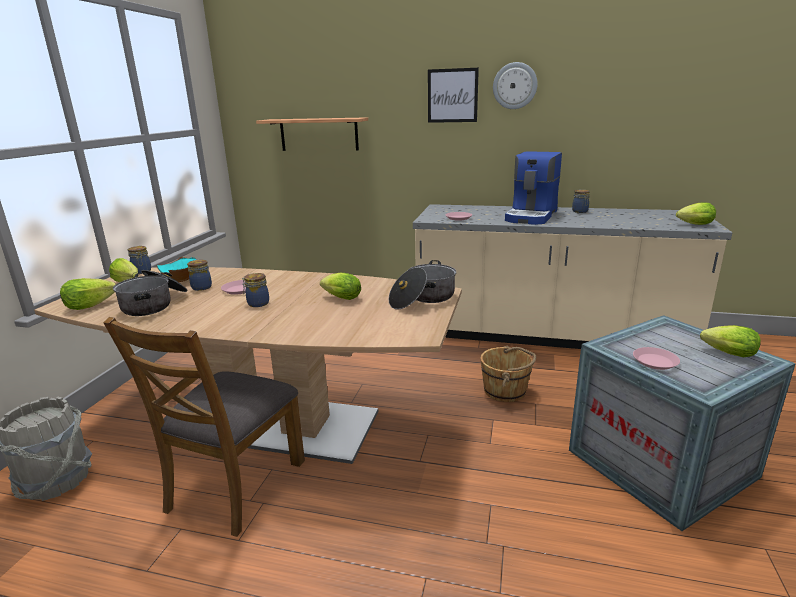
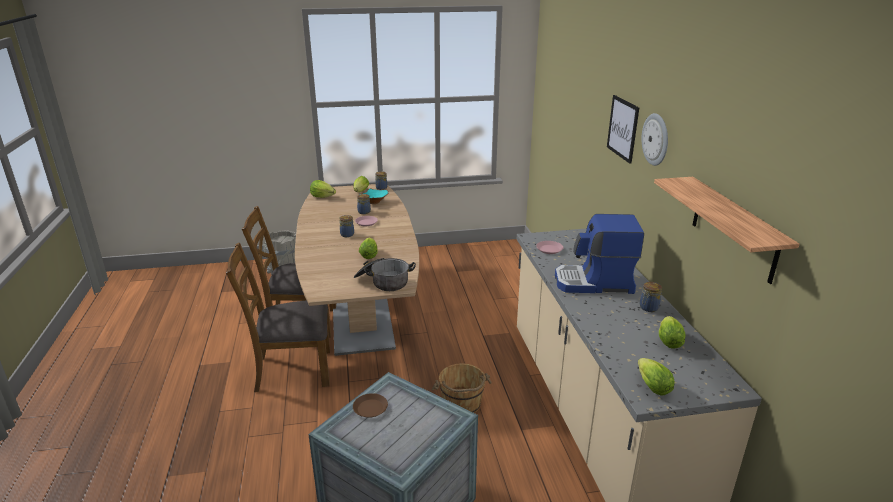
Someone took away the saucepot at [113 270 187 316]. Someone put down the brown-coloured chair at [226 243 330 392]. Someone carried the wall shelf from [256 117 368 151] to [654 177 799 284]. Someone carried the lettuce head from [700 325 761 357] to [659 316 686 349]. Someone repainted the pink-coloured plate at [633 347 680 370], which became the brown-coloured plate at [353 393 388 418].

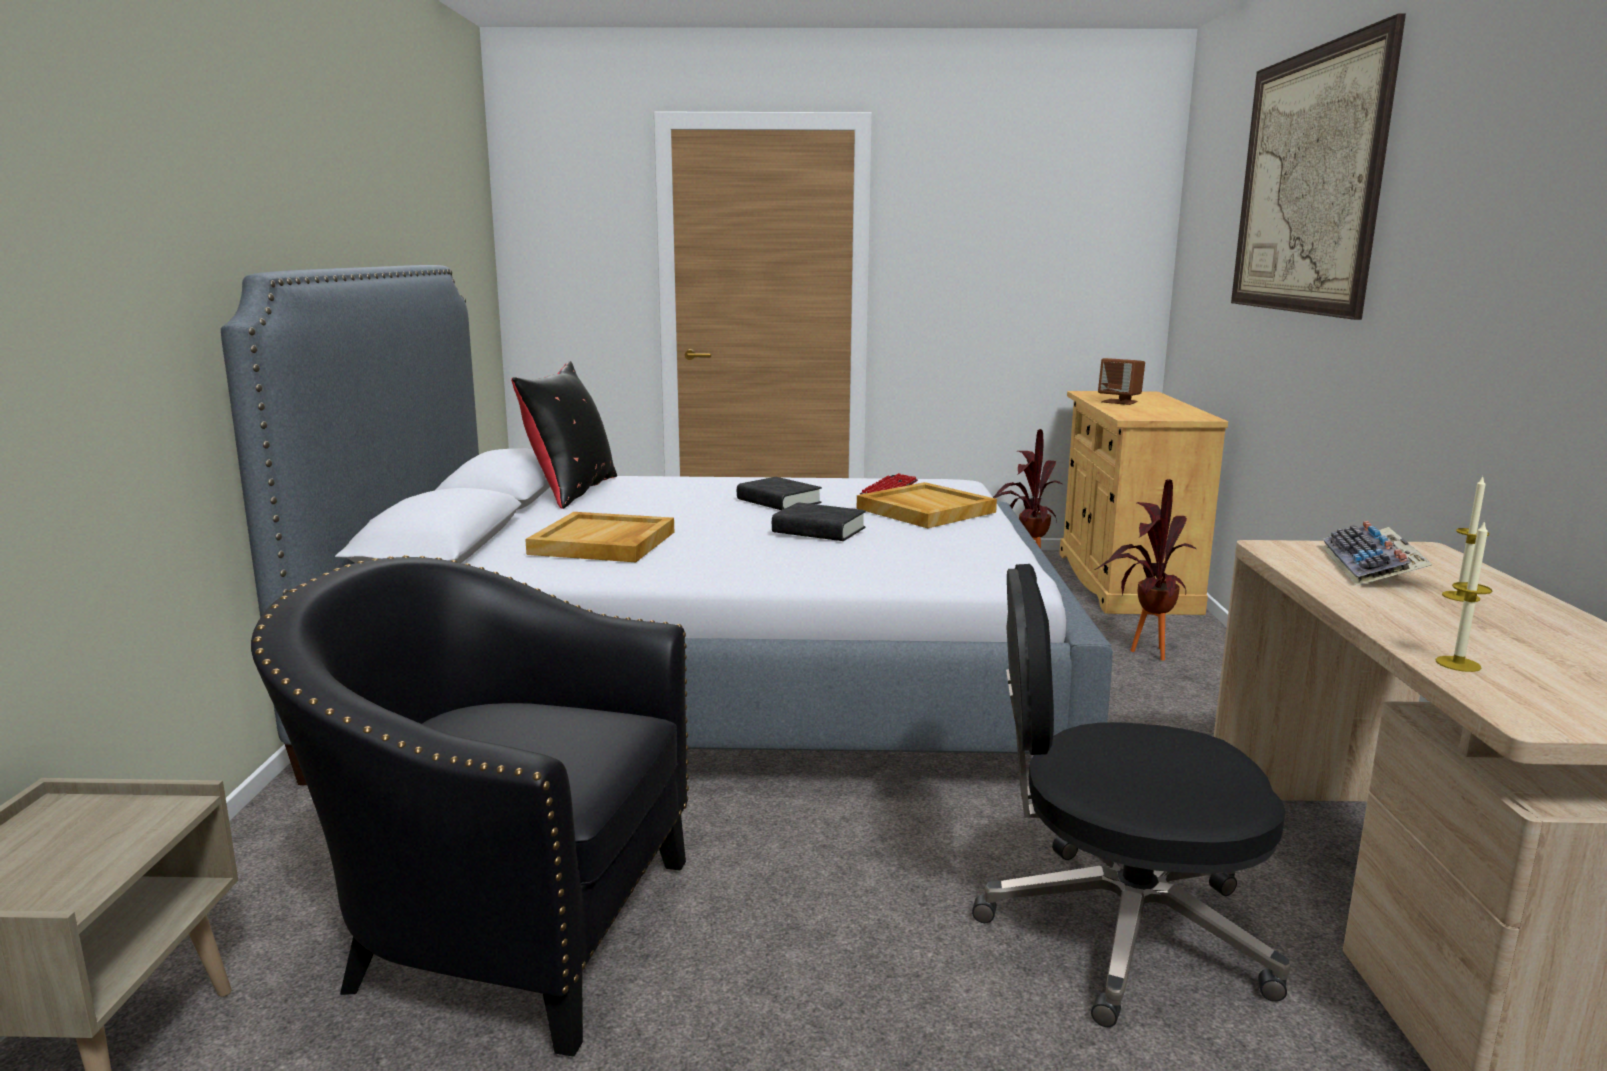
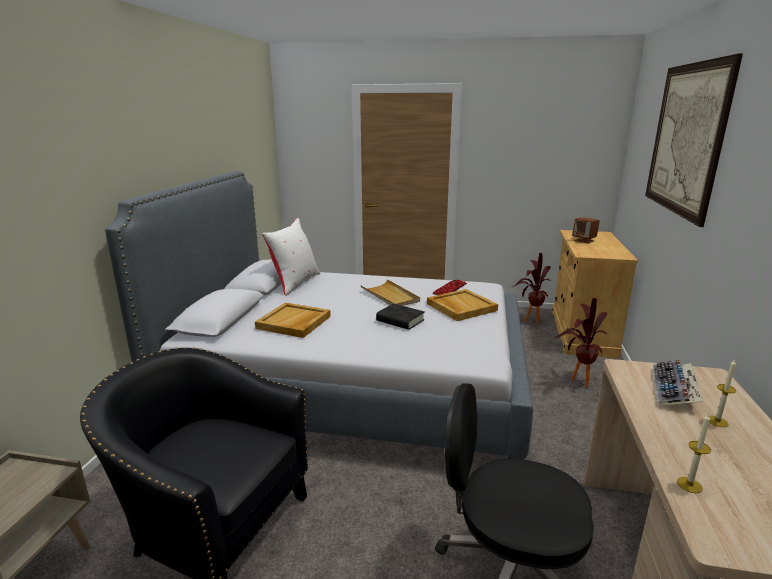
Someone swapped the blackish volume at [737 477 822 510] for the beige carrying tray at [360 279 420 306]. Someone repainted the blackish throw pillow at [511 361 617 509], which became the white-coloured throw pillow at [262 218 320 296].

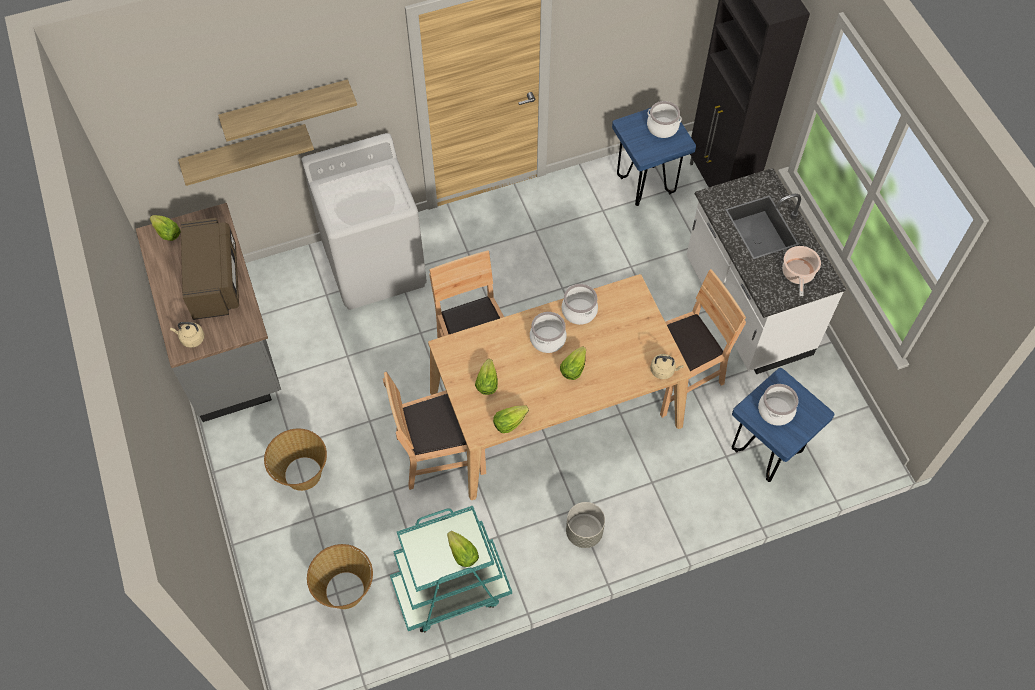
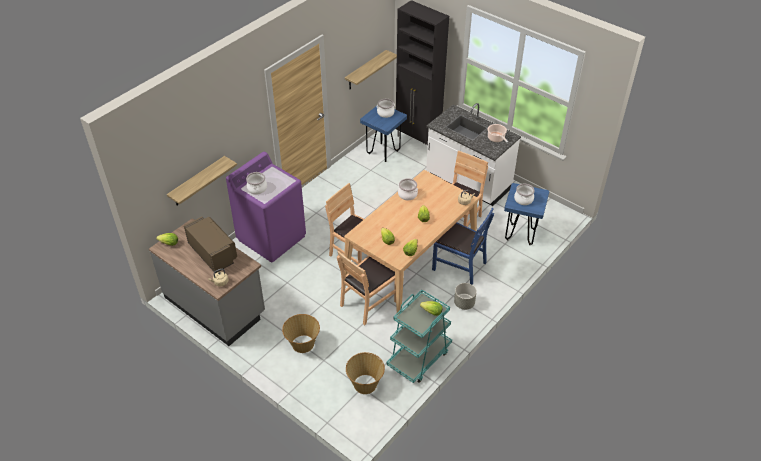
Someone put down the bluish chair at [432 208 494 285]. Someone carried the wall shelf from [218 79 357 142] to [345 50 397 89]. Someone carried the saucepot from [530 312 567 353] to [246 172 267 194]. Someone repainted the white-coloured laundry machine at [301 133 427 310], which became the purple-coloured laundry machine at [226 152 306 262].

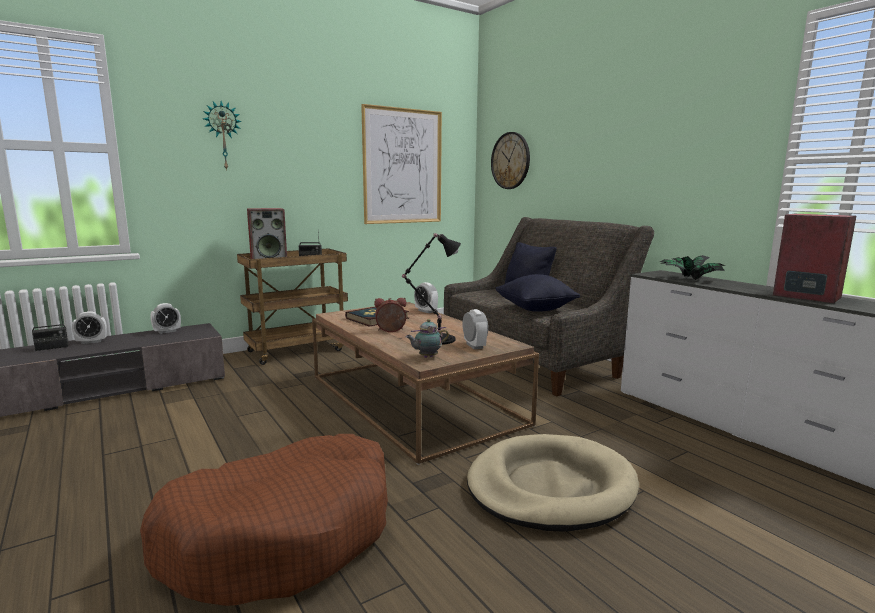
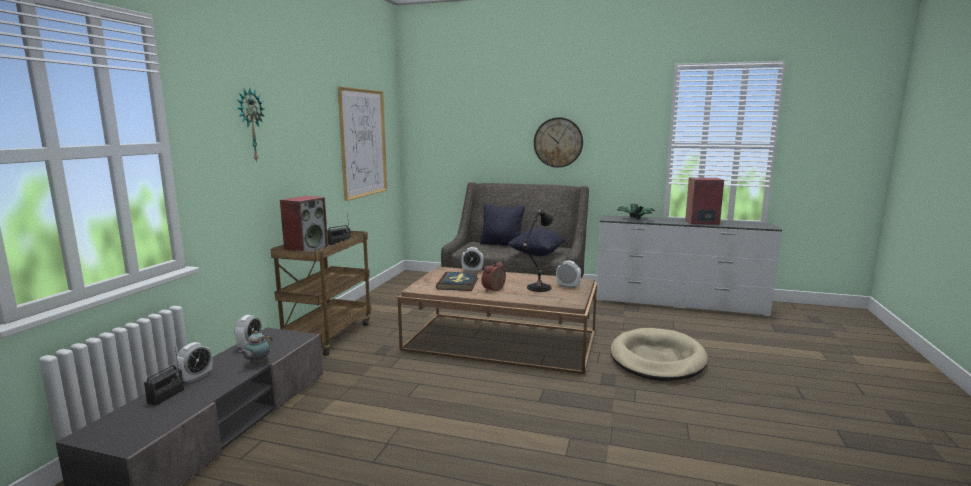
Someone took away the brown-coloured dog cushion at [140 434 388 606]. Someone carried the teapot from [406 319 449 358] to [239 331 273 364]. Someone carried the wall clock from [491 132 530 189] to [534 117 583 168].

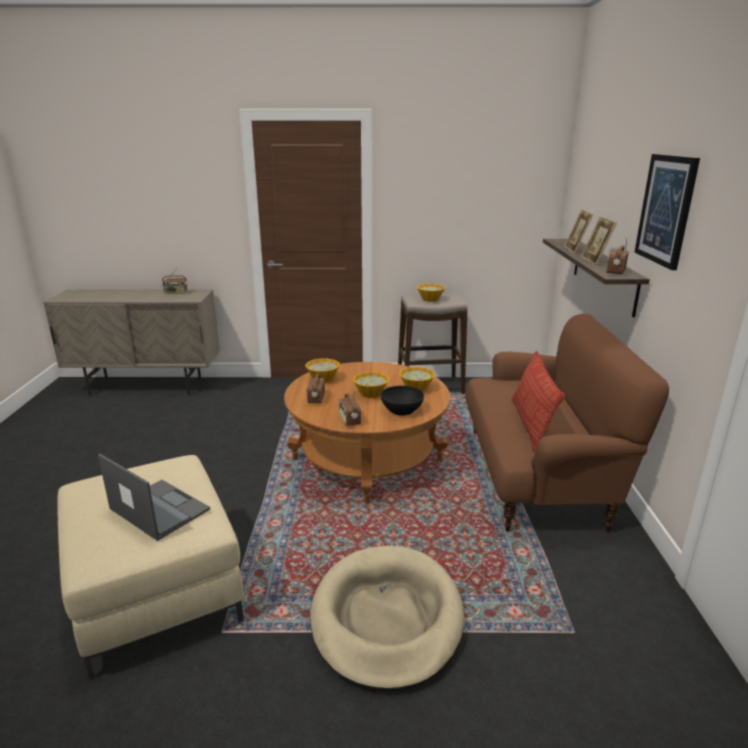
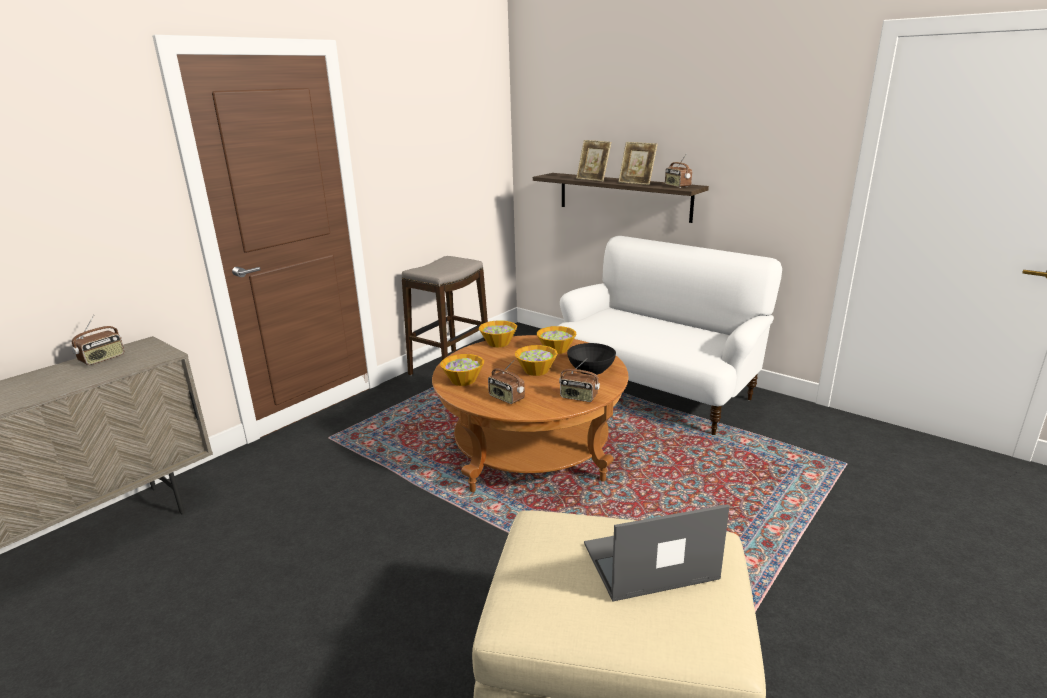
Someone took away the beige dog cushion at [310 546 464 692]. Someone took away the throw pillow at [511 351 565 452]. Someone took away the picture at [634 154 700 270]. Someone carried the serving bowl from [417 284 445 302] to [479 320 517 347]. Someone repainted the brown-coloured couch at [465 314 669 533], which became the white-coloured couch at [558 236 782 435].

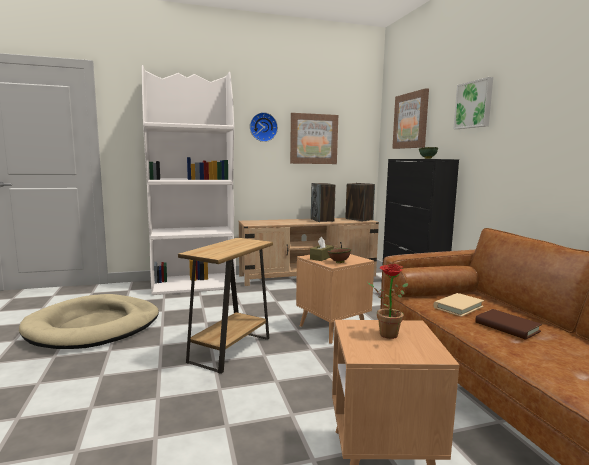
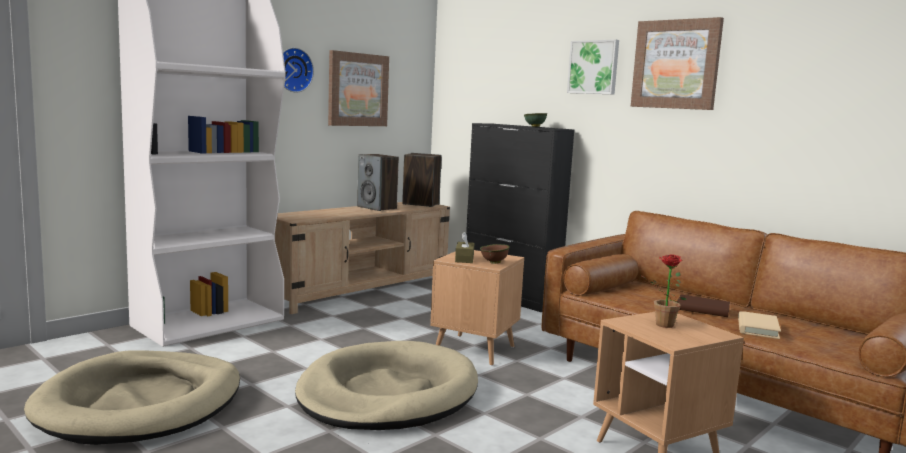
Someone carried the picture from [392 88 429 149] to [631 17 724 110]. Someone carried the beige volume from [433 293 484 317] to [738 311 781 339]. Someone swapped the brown-coloured end table at [178 238 273 374] for the beige dog cushion at [295 341 478 430].

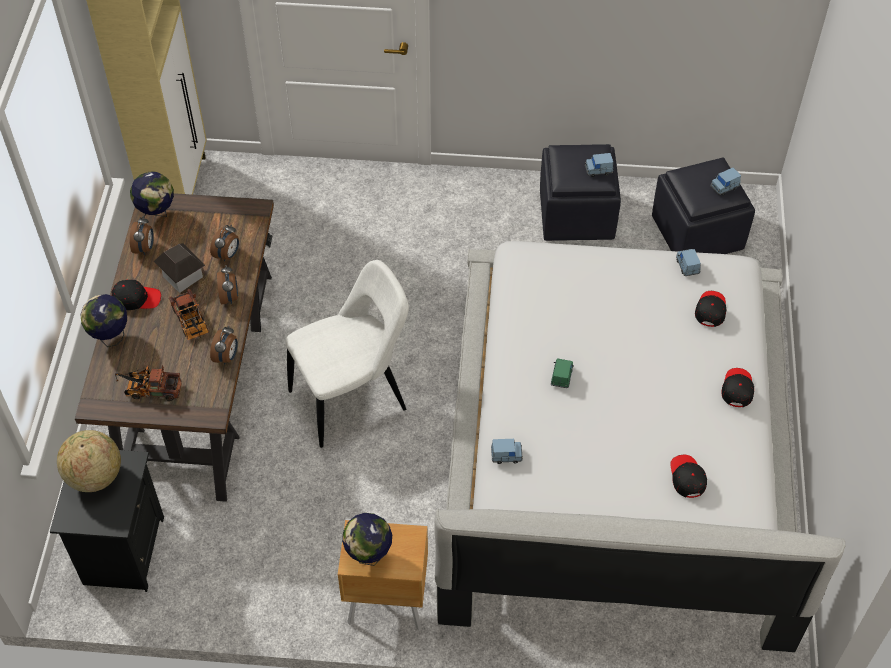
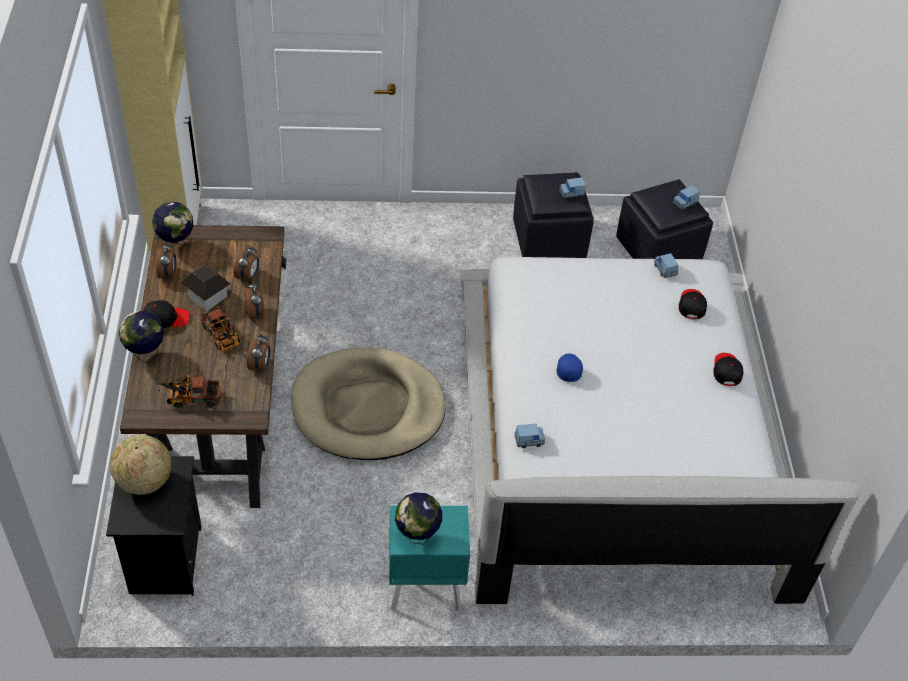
Someone took away the blackish cap at [670 455 707 498]. Someone swapped the white-coloured chair at [285 260 409 448] for the beige dog cushion at [291 348 446 460]. Someone swapped the greenish model car at [551 359 574 388] for the bluish cap at [557 353 583 382]. Someone repainted the brown-coloured night table at [338 519 428 630], which became the turquoise night table at [389 504 470 611].

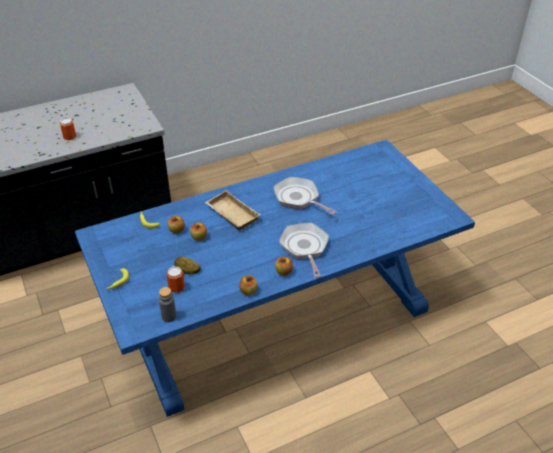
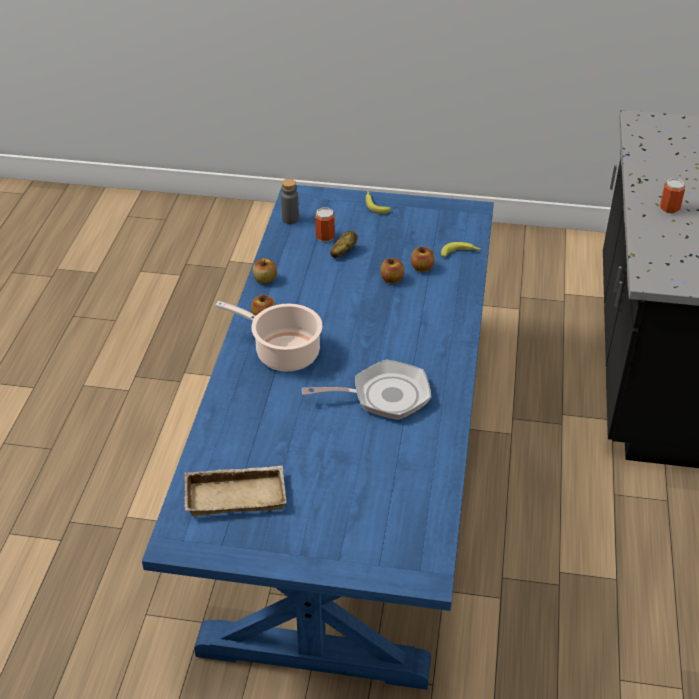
Someone carried the beige carrying tray from [205 190 260 230] to [184 466 287 516]. Someone swapped the skillet at [279 223 329 278] for the saucepot at [215 301 323 372].

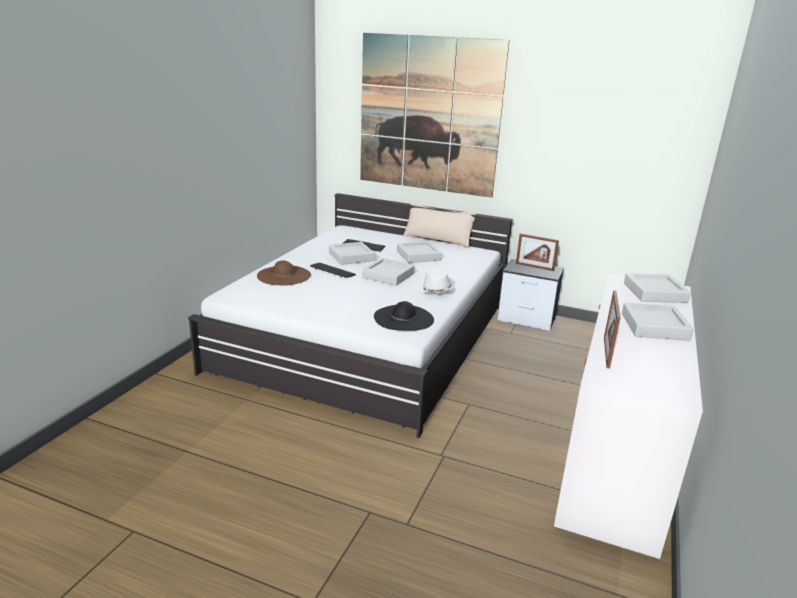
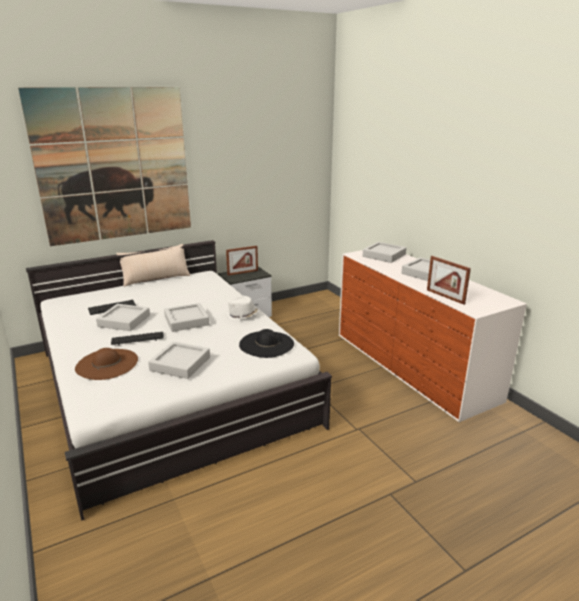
Someone carried the gray carrying tray from [397 241 442 263] to [148 342 210 379].

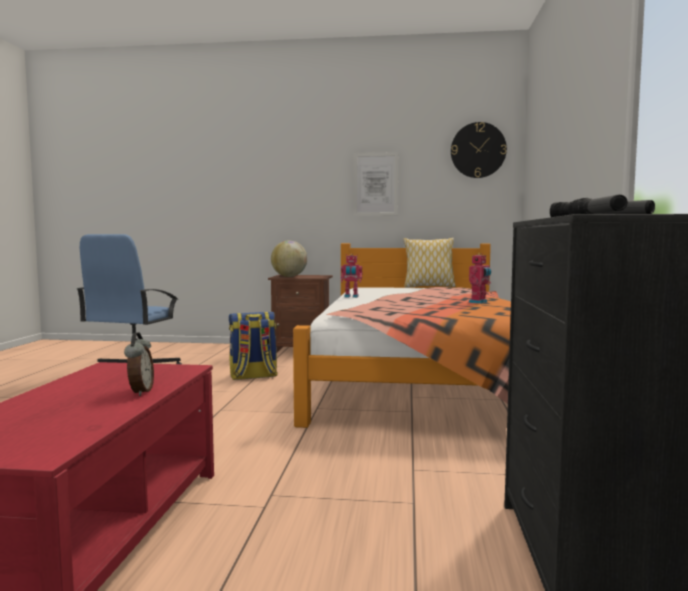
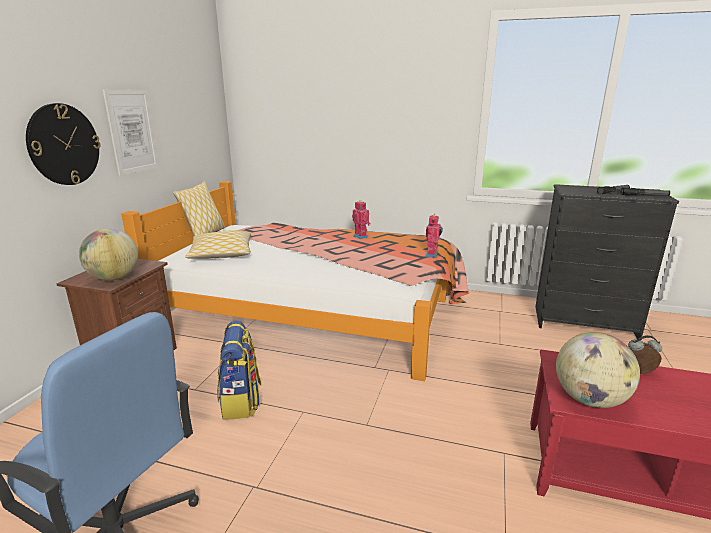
Someone put down the throw pillow at [185 230 251 259]. Someone put down the desk globe at [556 332 640 408]. Someone carried the toy robot from [341 253 363 298] to [425 214 443 258]. Someone carried the wall clock from [451 122 507 178] to [26 103 101 185].

